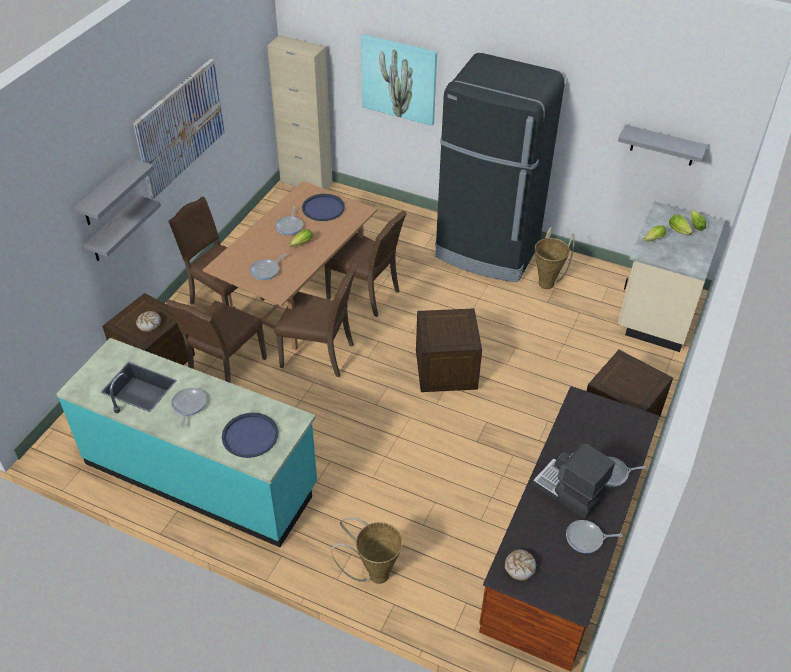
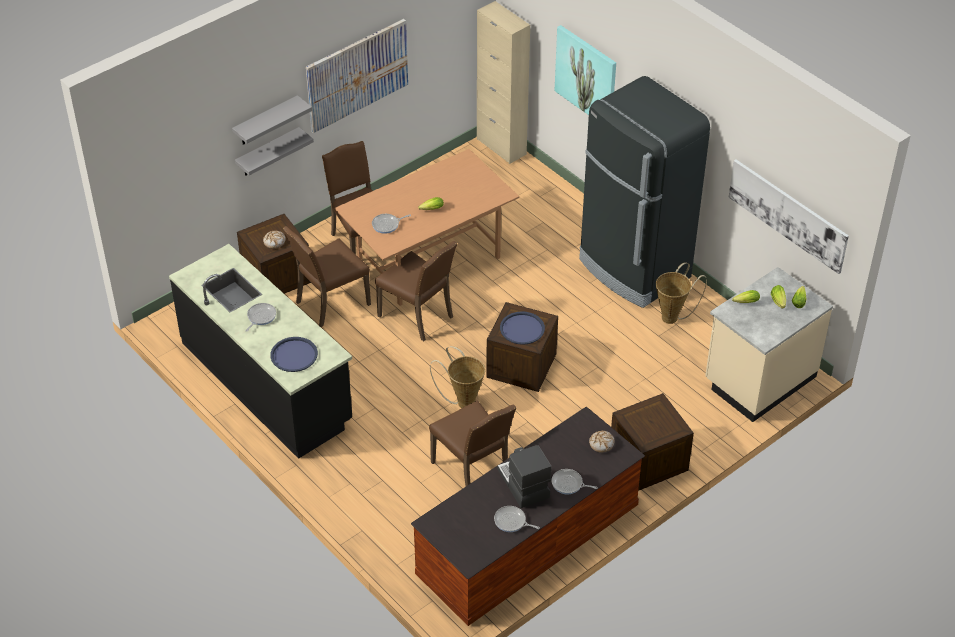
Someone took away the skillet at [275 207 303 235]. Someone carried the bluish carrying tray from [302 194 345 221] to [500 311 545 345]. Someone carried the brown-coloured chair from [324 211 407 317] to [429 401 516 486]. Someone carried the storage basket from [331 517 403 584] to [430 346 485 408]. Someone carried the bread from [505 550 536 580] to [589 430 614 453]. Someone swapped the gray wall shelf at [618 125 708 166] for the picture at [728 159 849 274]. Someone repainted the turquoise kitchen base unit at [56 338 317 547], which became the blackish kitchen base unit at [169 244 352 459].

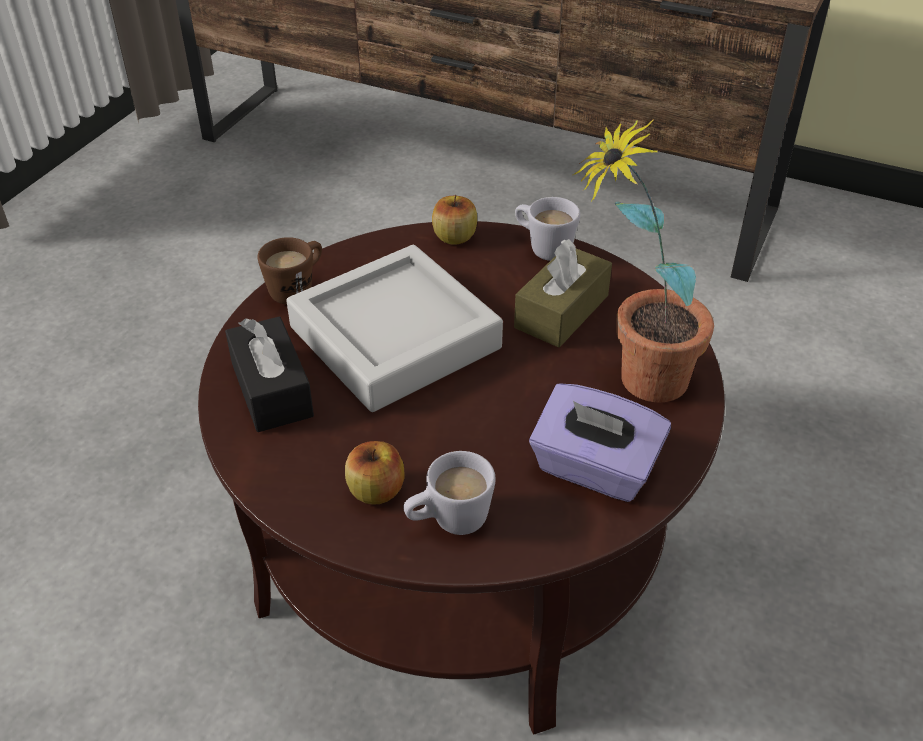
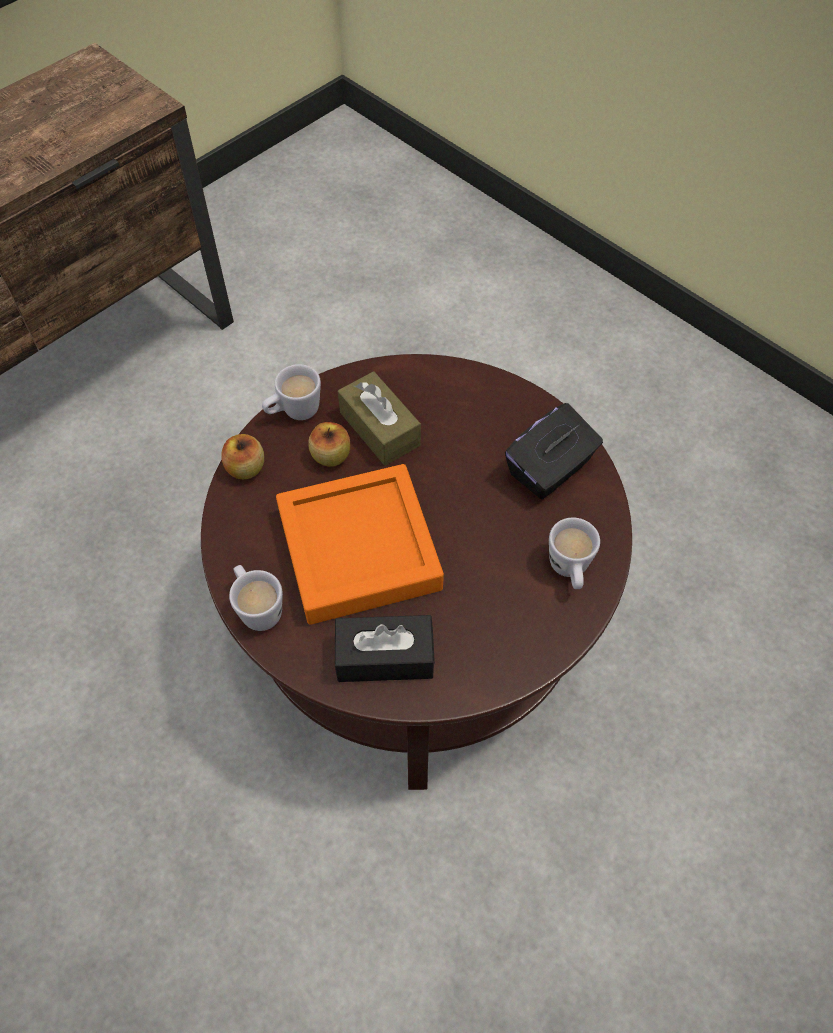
Someone took away the potted plant at [573 119 714 403]. Someone carried the whole apple from [345 441 405 505] to [308 422 350 467]. Someone repainted the brown-coloured coffee mug at [258 237 322 304], which became the white-coloured coffee mug at [229 565 283 631]. Someone repainted the gray carrying tray at [286 245 503 412], which became the orange-coloured carrying tray at [276 464 444 625]. Someone repainted the purple-coloured tissue box at [529 383 671 502], which became the blackish tissue box at [505 403 603 499].

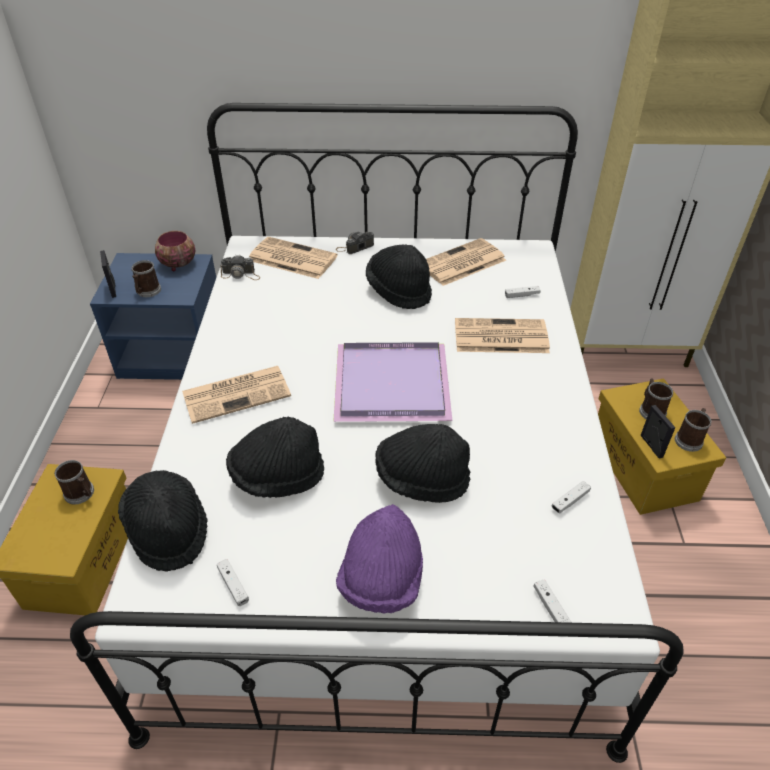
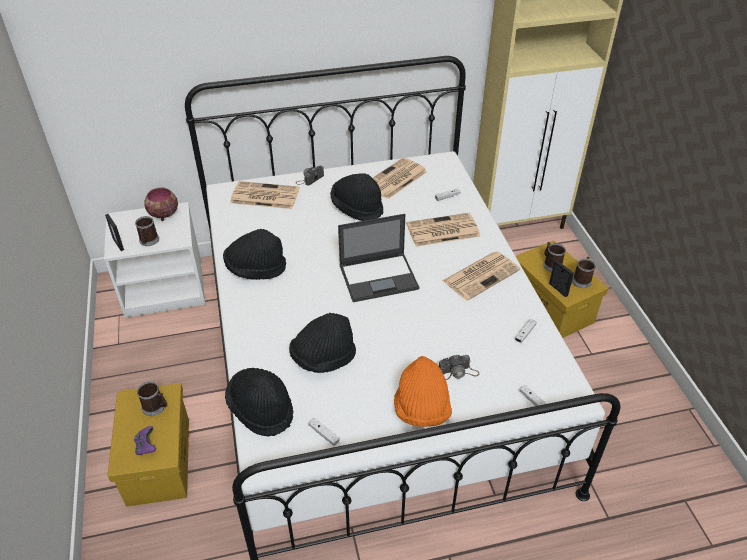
Someone put down the purple-coloured gamepad at [134 426 156 455]. Someone carried the daily paper from [182 366 291 424] to [442 251 520 301]. Someone carried the photo camera from [221 255 260 280] to [439 355 479 380]. Someone carried the blackish wearable hat from [375 424 470 503] to [223 229 286 280]. Someone swapped the purple-coloured carrying tray at [333 342 452 422] for the notebook computer at [338 214 419 302]. Someone repainted the bluish night table at [90 253 216 380], which became the white-coloured night table at [104 202 205 318]. Someone repainted the purple-coloured wearable hat at [336 504 423 614], which became the orange-coloured wearable hat at [394 356 452 427].

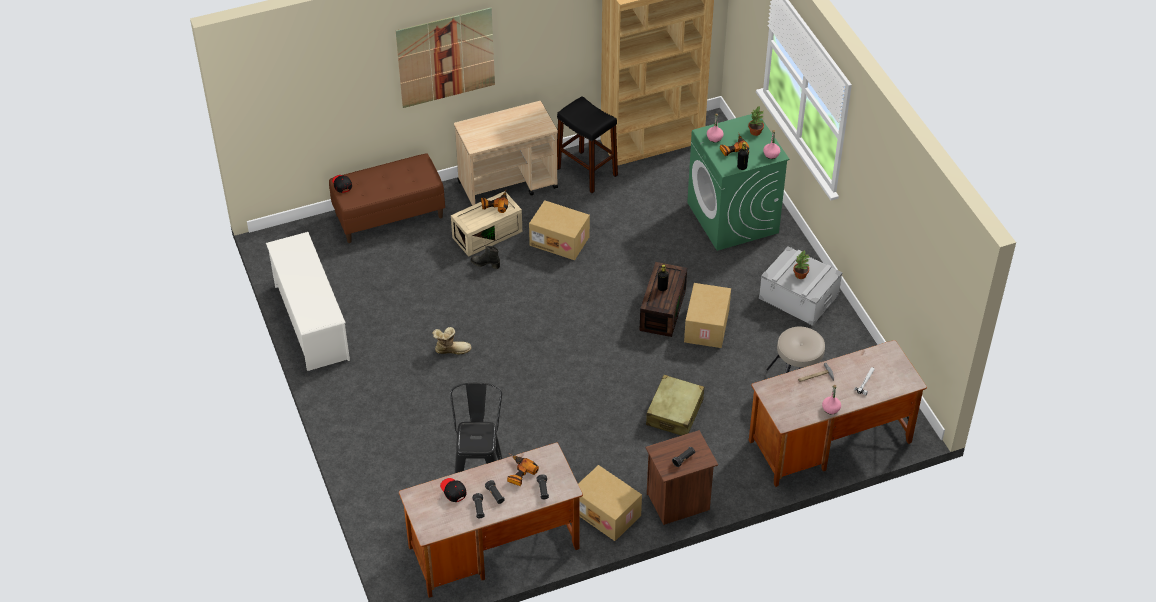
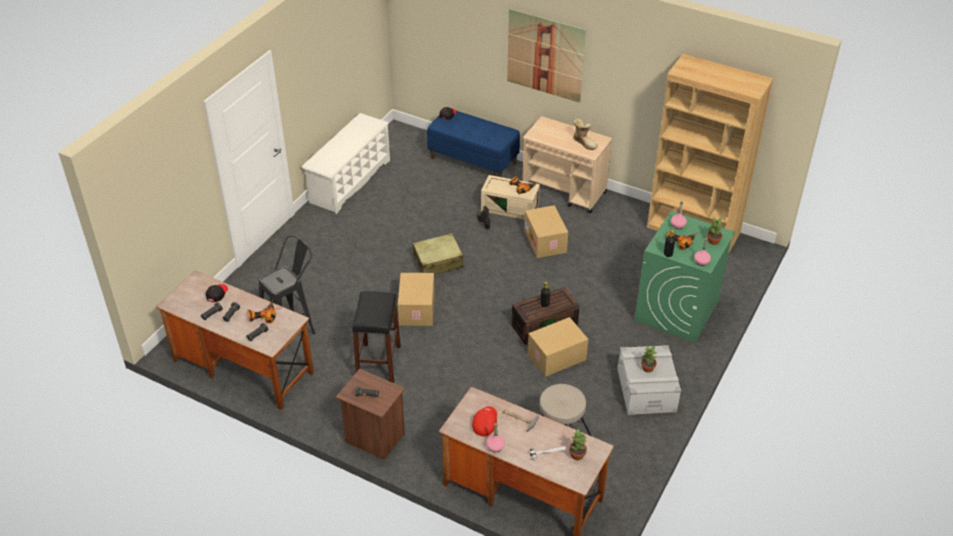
Someone put down the reddish cap at [472 406 497 436]. Someone put down the potted plant at [569 429 587 460]. Someone carried the high-top boot from [432 327 471 354] to [573 119 598 150]. Someone carried the blackish stool from [557 96 618 193] to [352 291 401 383]. Someone carried the cardboard box from [578 465 642 541] to [398 273 435 326]. Someone carried the beige piece of luggage from [646 375 704 436] to [413 233 464 275]. Someone repainted the brown-coloured long seat at [329 153 445 243], which became the bluish long seat at [427 111 520 177].

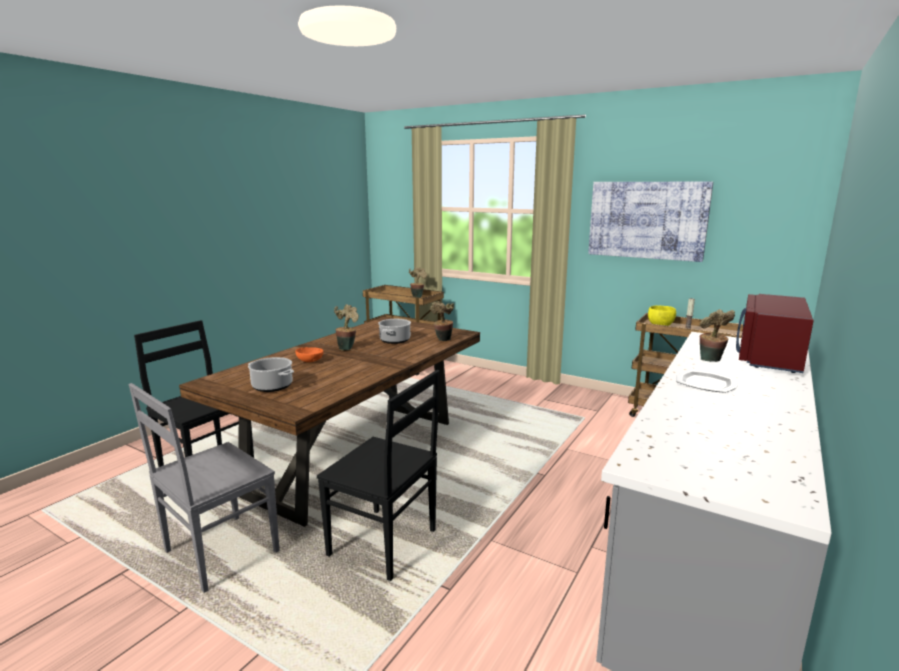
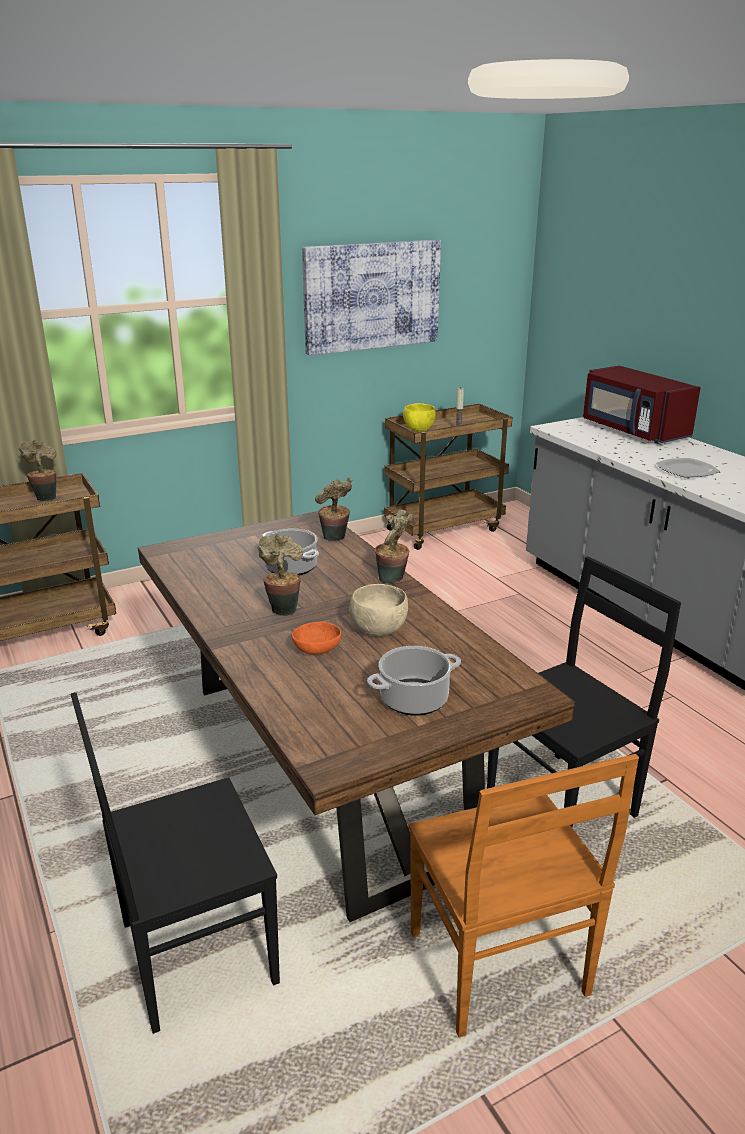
Someone put down the beige serving bowl at [349 584 408 636]. Someone carried the potted plant from [700 309 735 362] to [375 510 414 583]. Someone repainted the gray chair at [128 383 280 593], which became the brown-coloured chair at [409 754 639 1038].

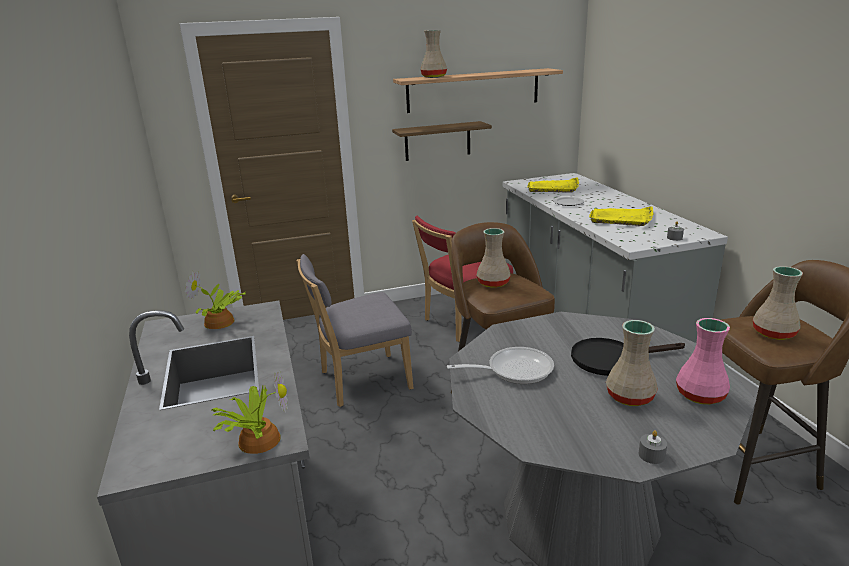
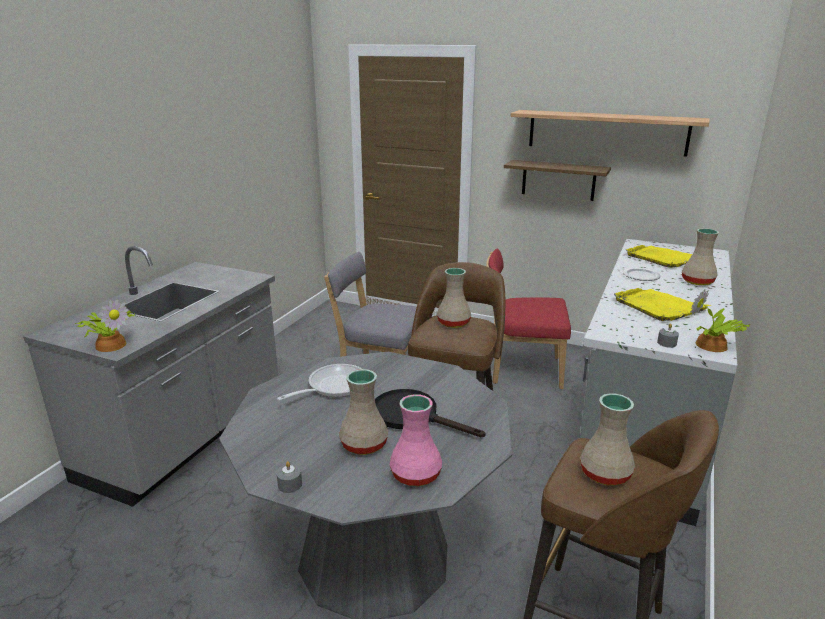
Someone carried the potted plant from [185 271 246 329] to [690 289 750 352]. Someone carried the beige flower vase from [420 30 447 78] to [682 228 719 286]. Someone rotated the skillet at [447 347 554 384] by 75 degrees counterclockwise.

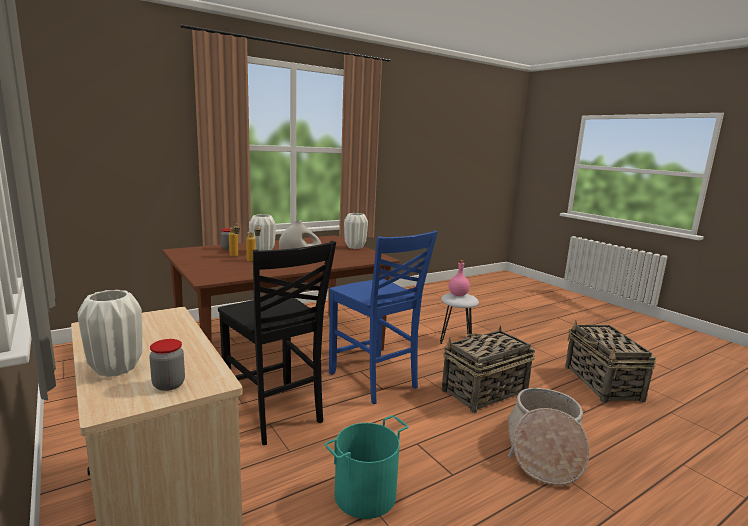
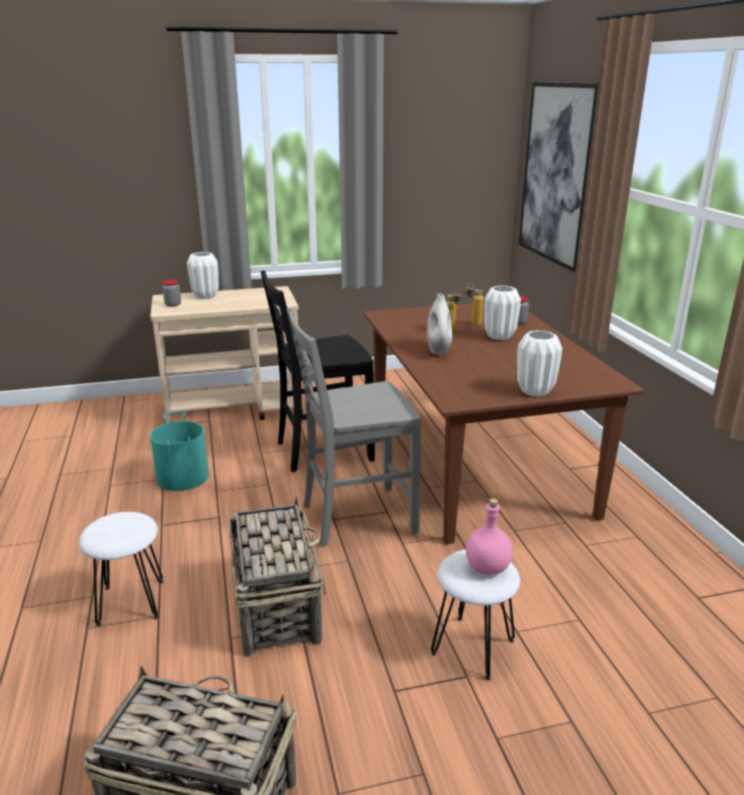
Someone put up the picture at [519 82 599 272]. Someone swapped the storage basket at [508 388 589 486] for the white-coloured stool at [79 512 163 626]. Someone repainted the bluish chair at [329 230 438 404], which became the gray chair at [287 308 421 547].

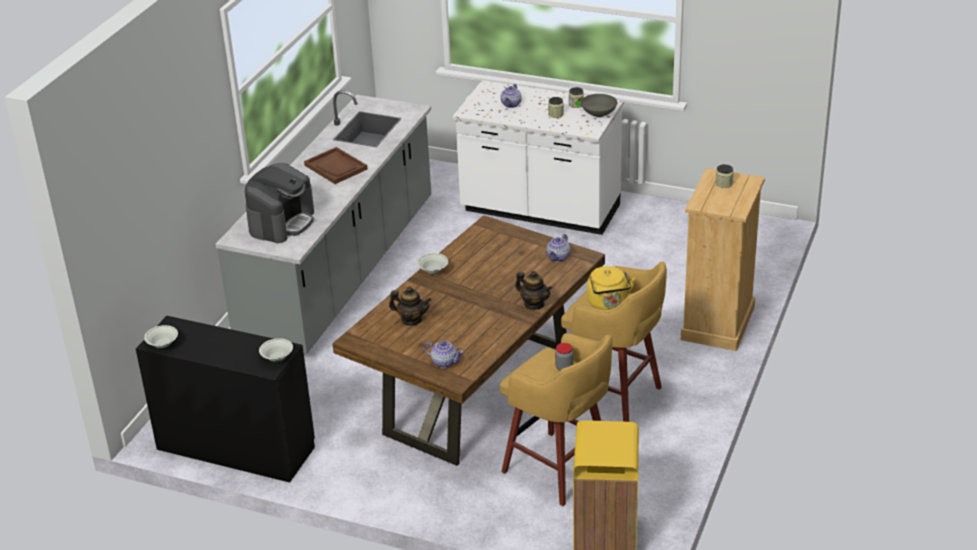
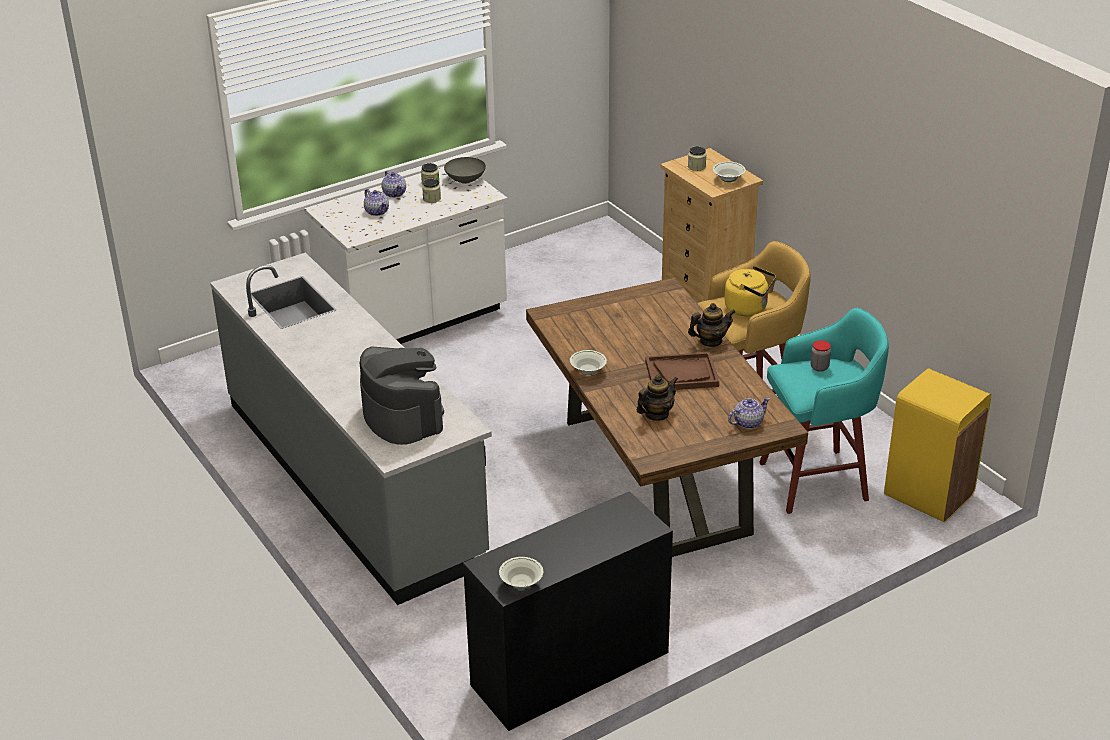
Someone carried the white-coloured serving bowl from [259 338 293 362] to [713 162 745 182]. Someone carried the brown-coloured carrying tray from [304 147 368 184] to [645 352 719 390]. Someone carried the teapot from [546 234 570 262] to [381 170 406 198]. Someone repainted the yellowish stool at [500 333 612 506], which became the turquoise stool at [759 307 889 514].

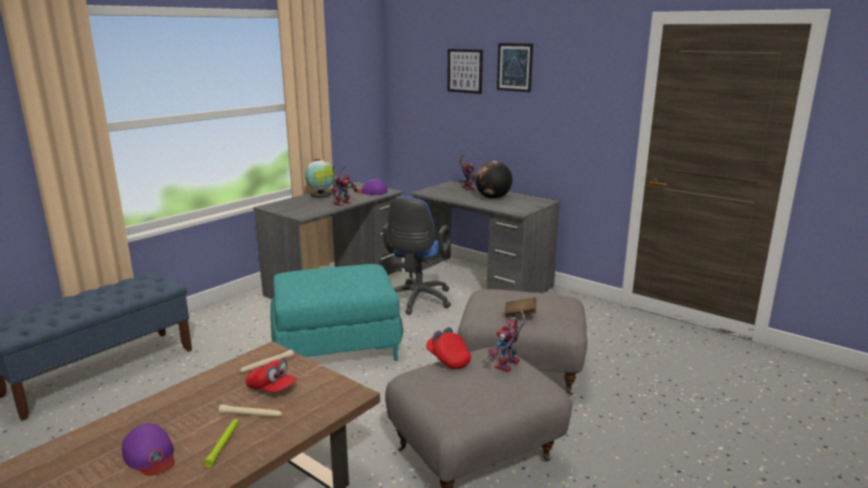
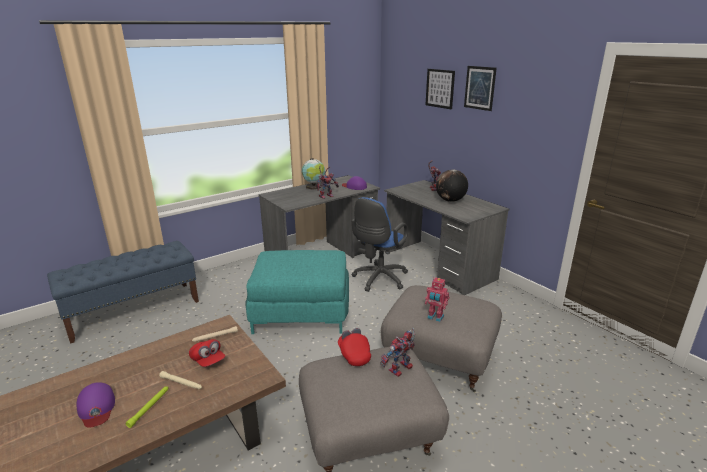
Someone swapped the brown-coloured volume at [504 297 537 318] for the toy robot at [425 277 449 322].

